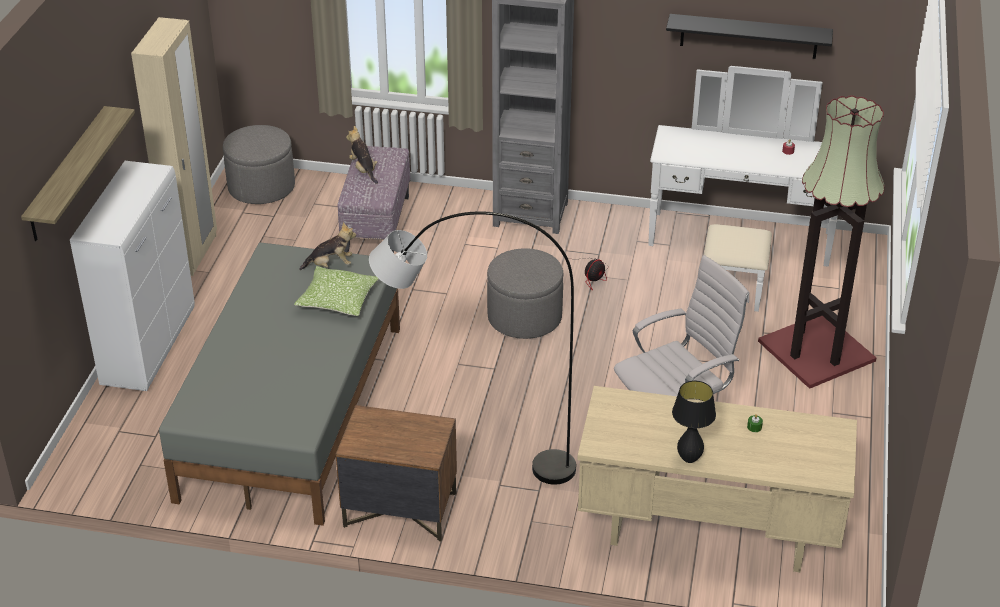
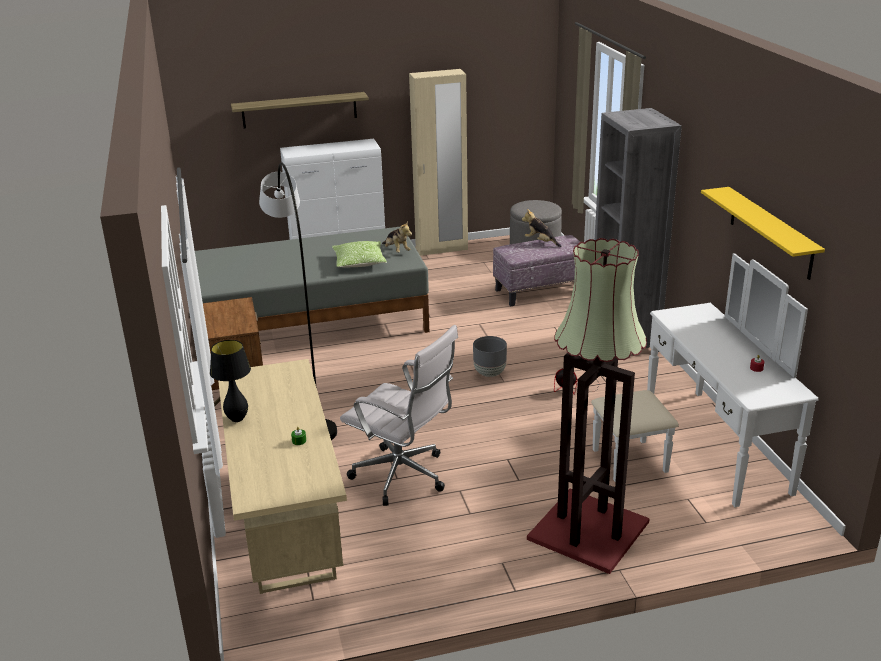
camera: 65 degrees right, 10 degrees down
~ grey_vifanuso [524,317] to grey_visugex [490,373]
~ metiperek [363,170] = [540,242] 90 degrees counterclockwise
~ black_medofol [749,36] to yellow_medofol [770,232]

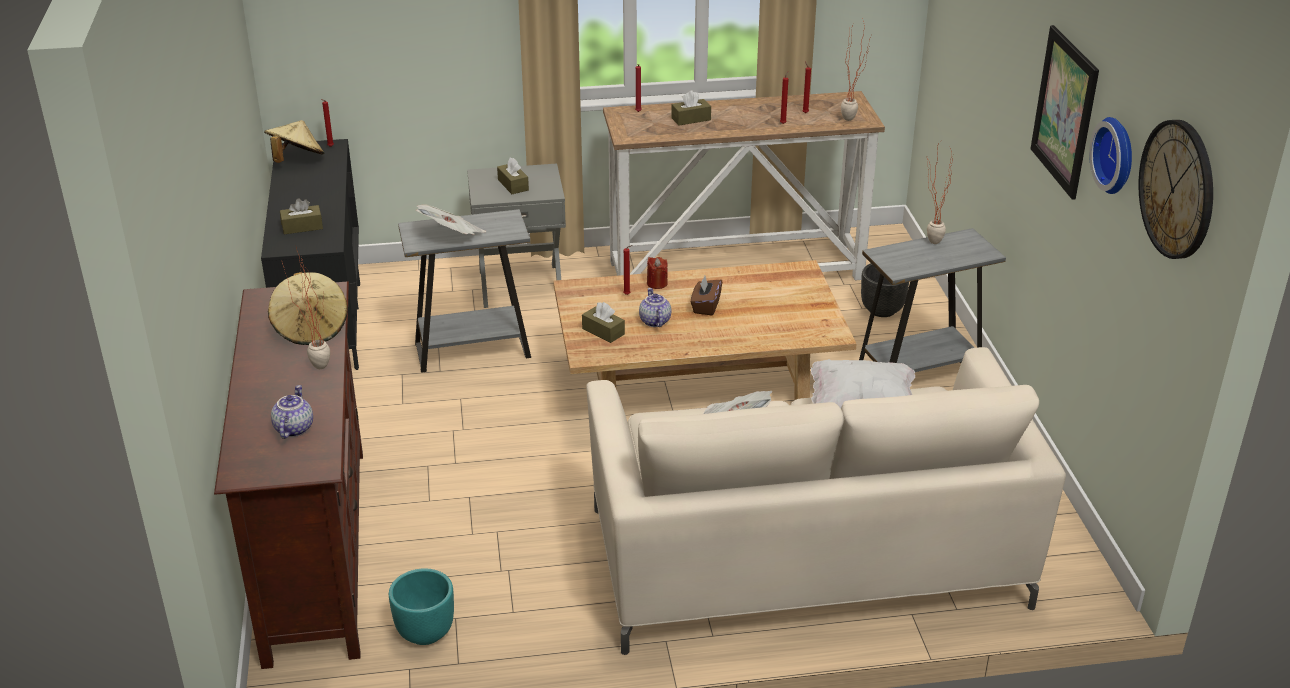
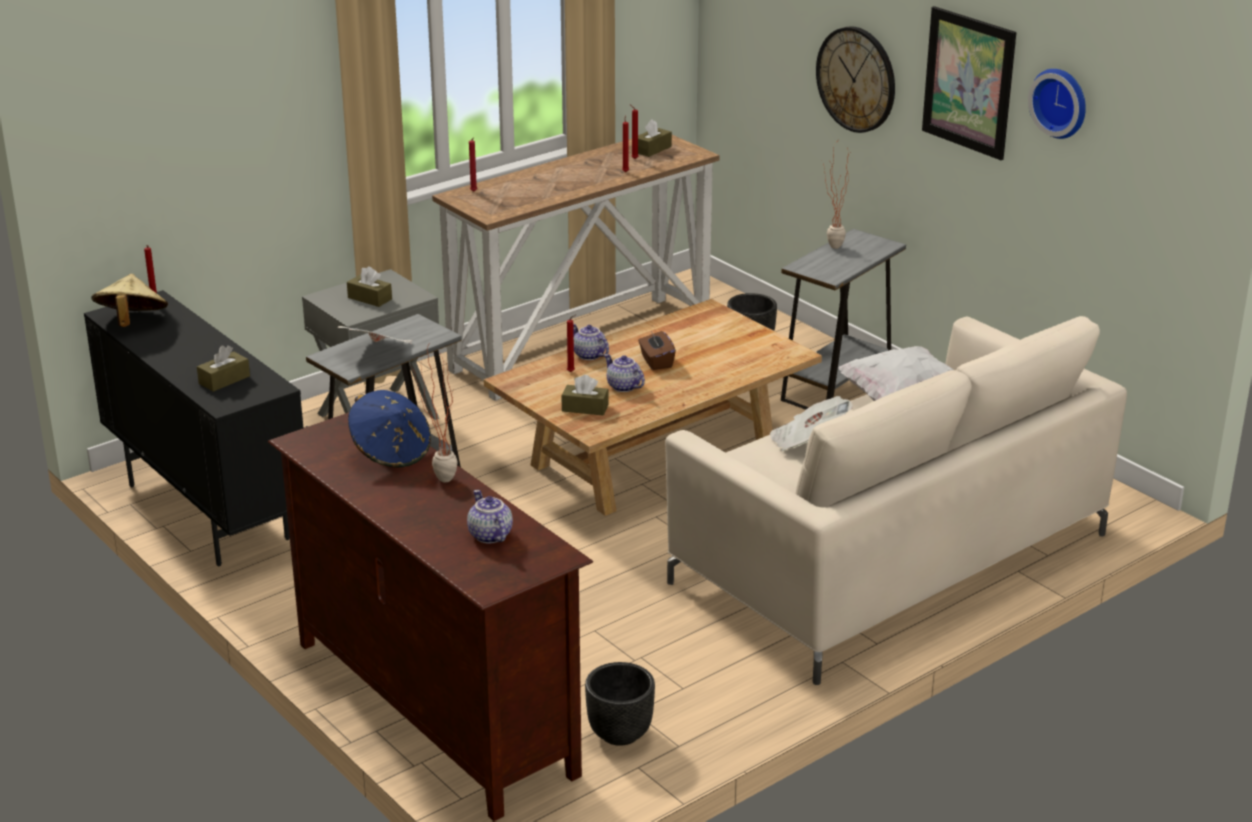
camera: 30 degrees left, 5 degrees down
~ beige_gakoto [311,329] to blue_gakoto [391,452]
~ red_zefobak [657,283] to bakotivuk [588,355]
~ turquoise_visugex [424,632] to black_visugex [619,733]
~ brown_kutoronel [691,119] to [652,149]
~ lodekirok [1177,189] to [856,79]
- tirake [853,119]

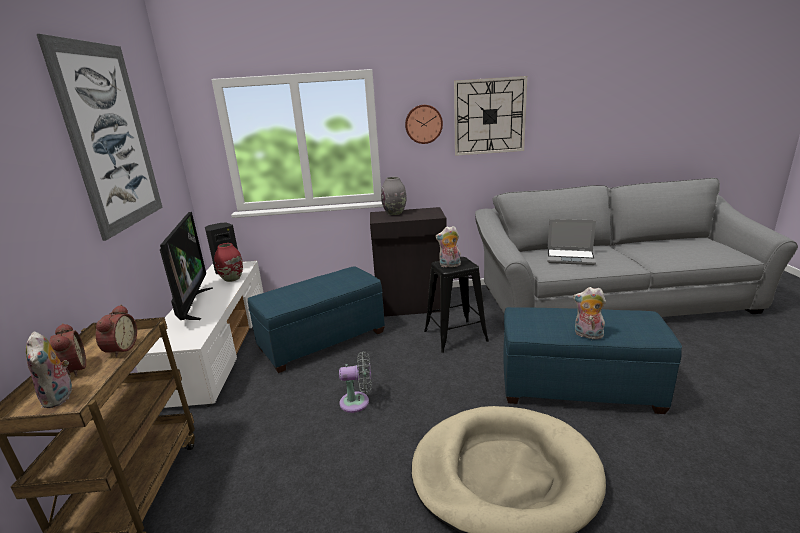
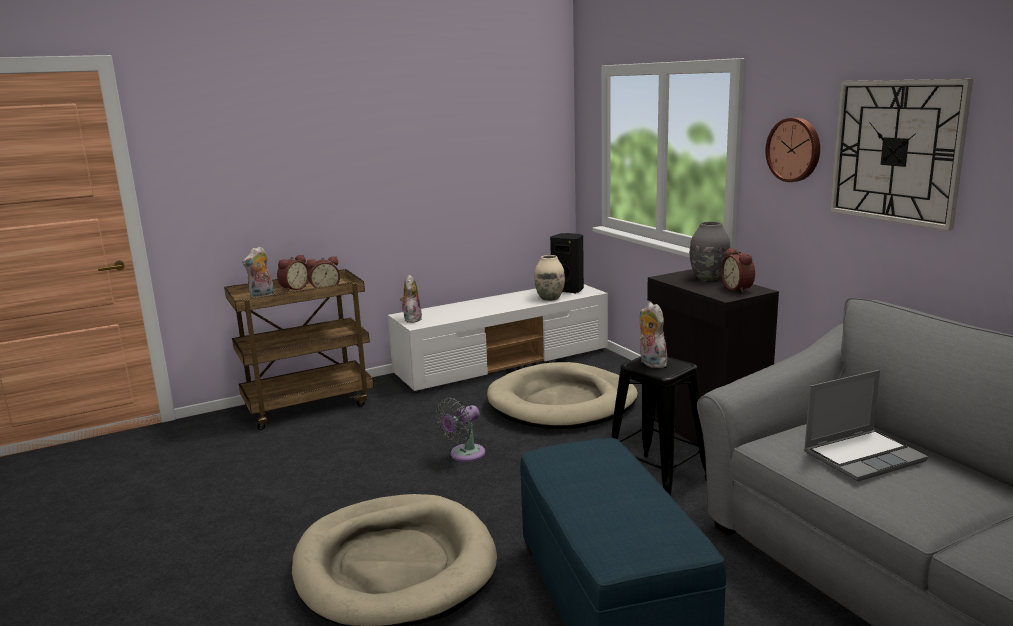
camera: 65 degrees right, 5 degrees down
~ metiperek [587,335] to [411,319]
~ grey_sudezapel [358,402] = [464,455] 75 degrees clockwise
~ blue_vifanuso [322,340] to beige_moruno [562,403]
~ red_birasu [232,279] to beige_birasu [549,298]
+ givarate [738,288]
~ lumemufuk [571,258] = [863,456] 105 degrees counterclockwise
- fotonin [110,138]
- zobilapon [192,305]

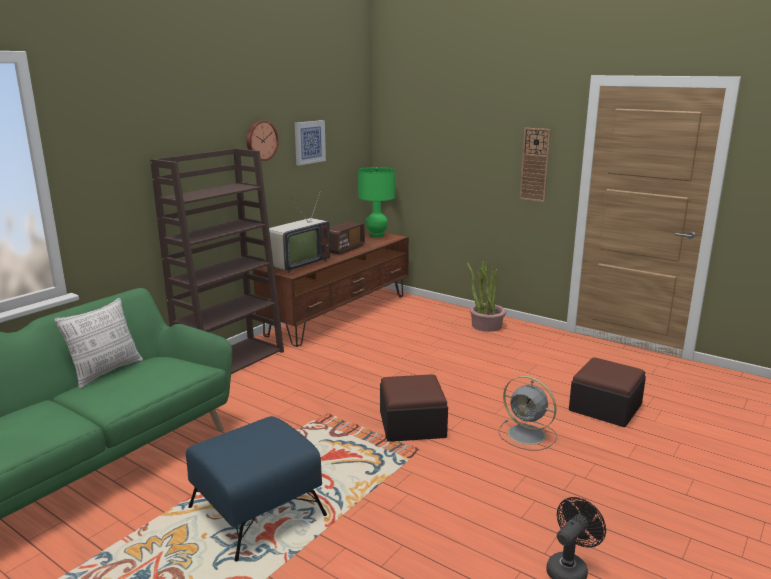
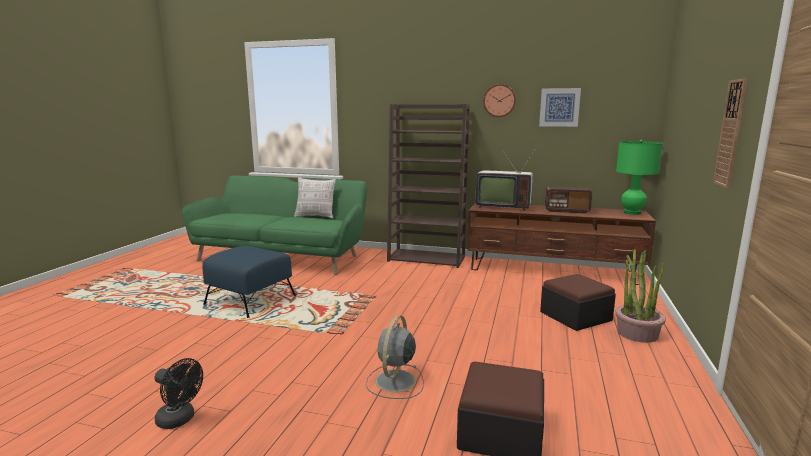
camera: 70 degrees right, 5 degrees down
~ vifanuso [412,424] to [575,316]

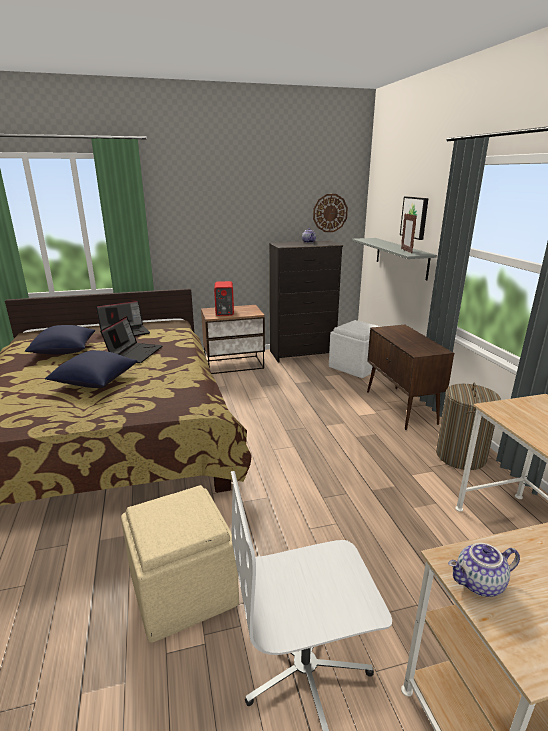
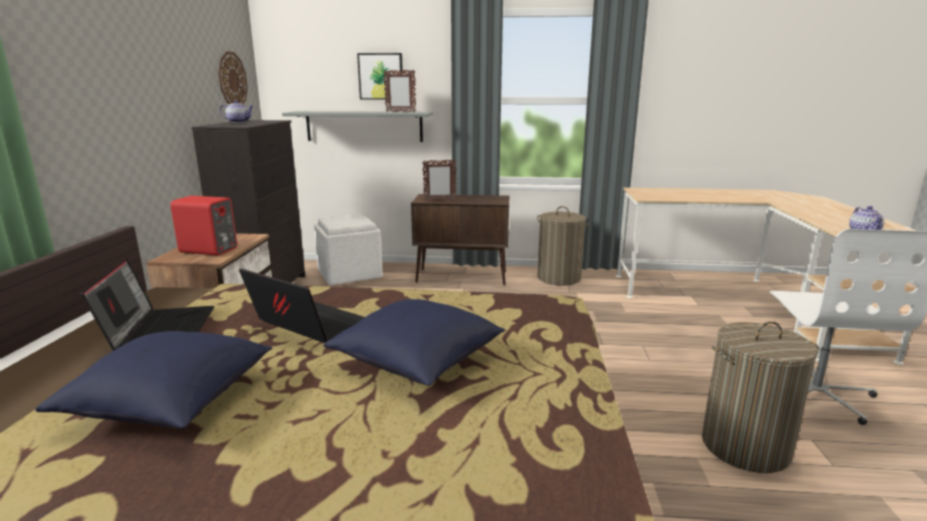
camera: 70 degrees left, 5 degrees down
+ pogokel [439,201]
~ beige_vifanuso [182,588] to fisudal [744,446]

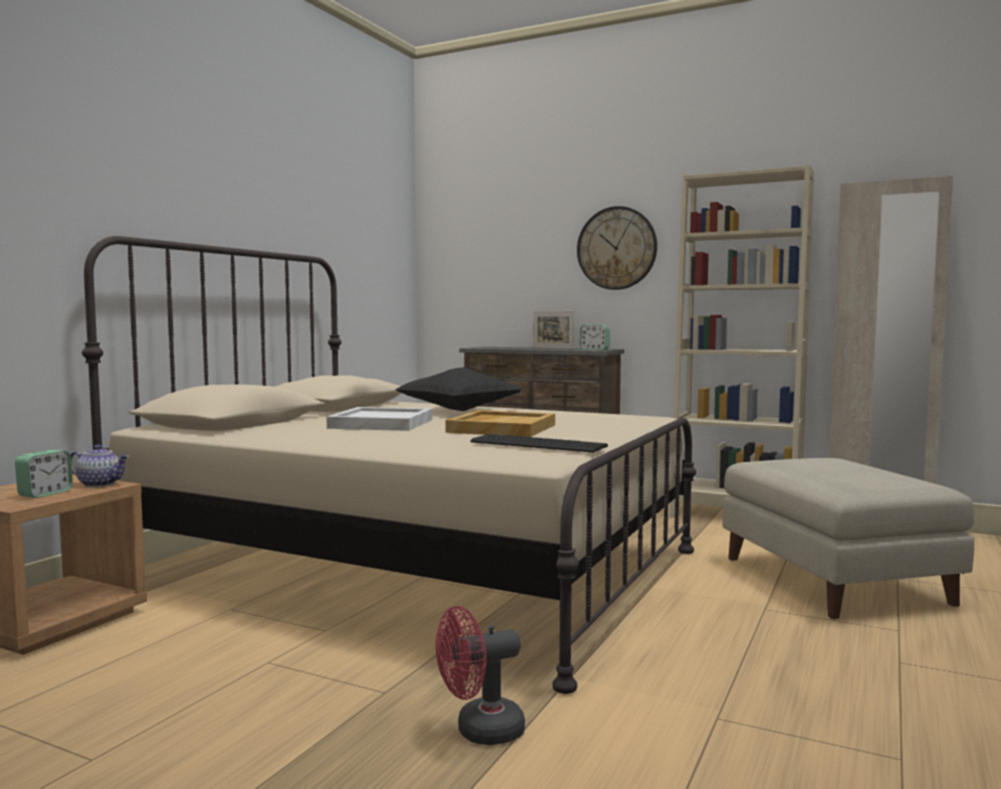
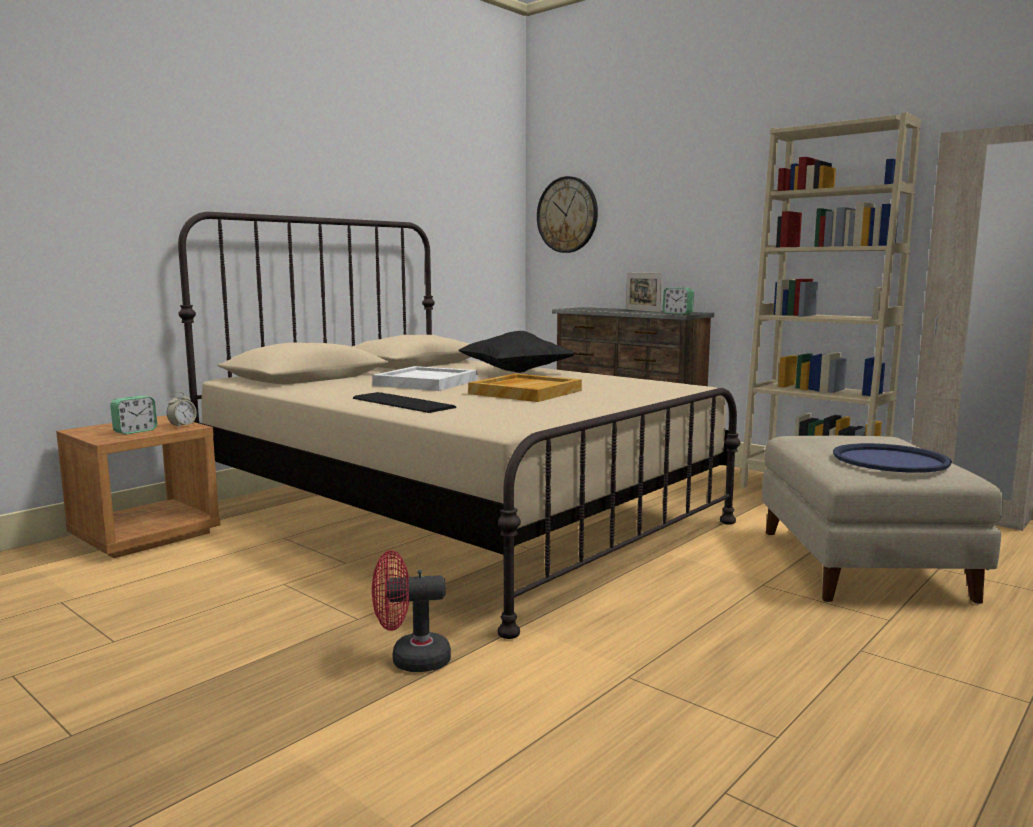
camera: 15 degrees right, 5 degrees up
~ bakotivuk [100,484] to givarate [182,425]
~ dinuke [537,444] to [403,402]
~ lodekirok [616,248] to [567,215]
+ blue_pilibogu [890,460]

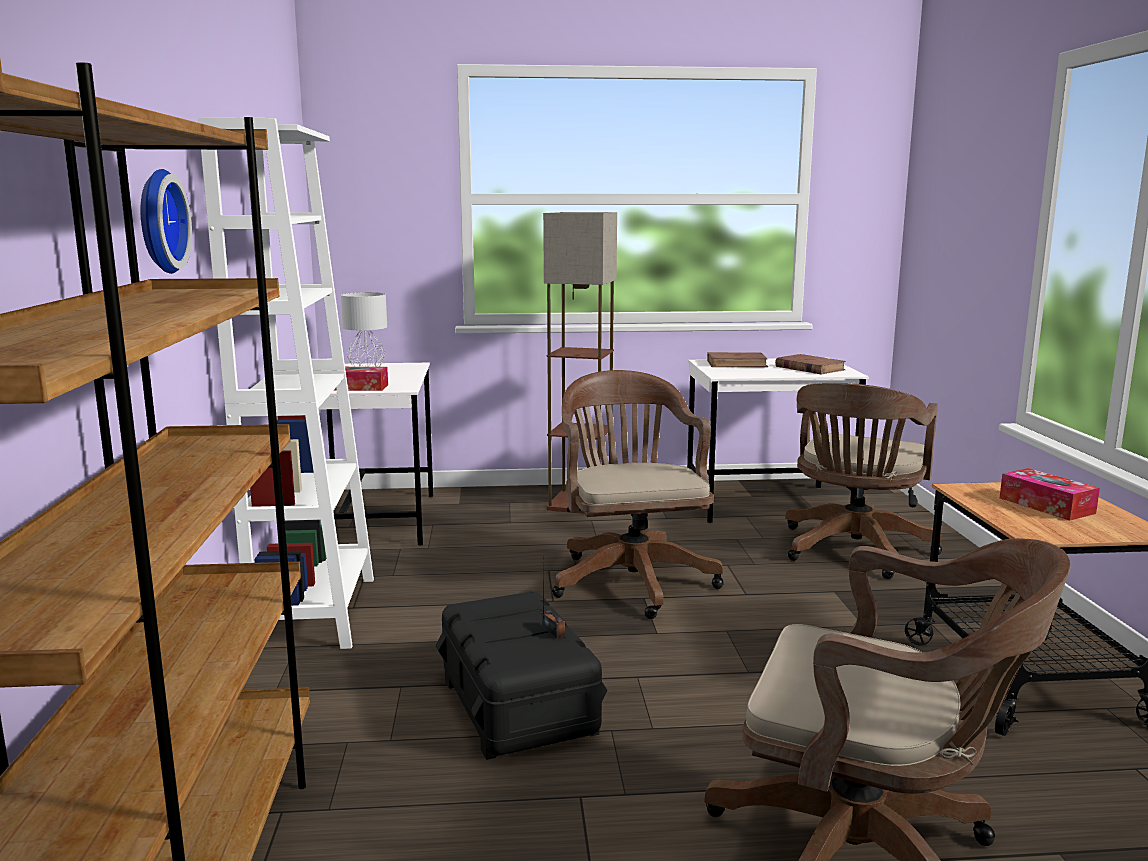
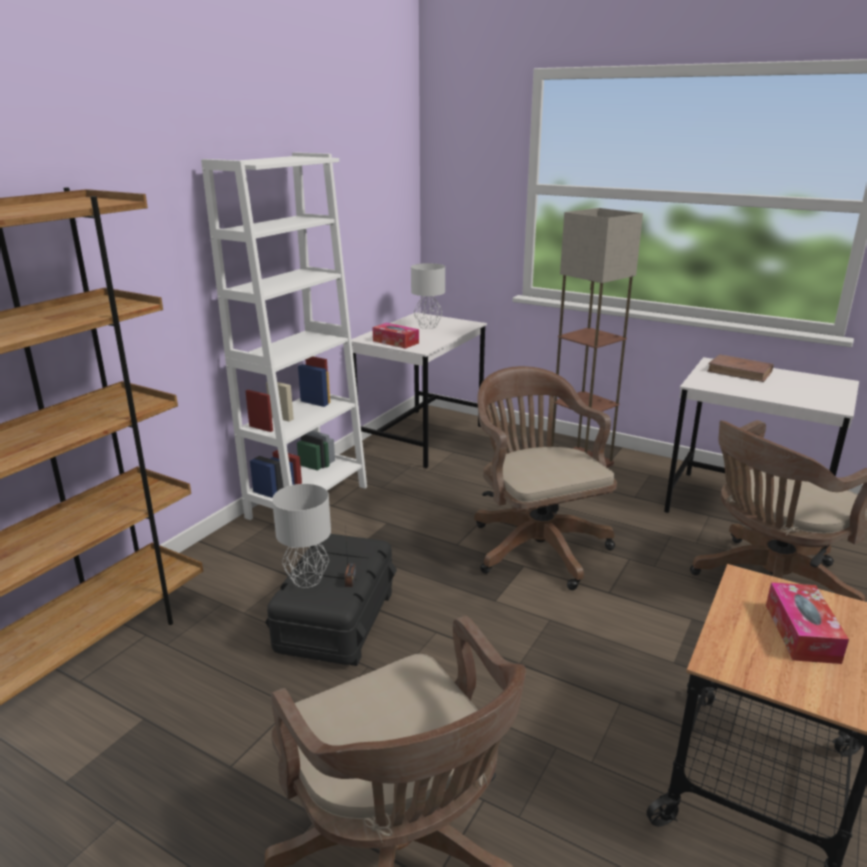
camera: 35 degrees right, 10 degrees up
+ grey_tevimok [307,580]
~ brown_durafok [630,578] = [535,545] 45 degrees counterclockwise
- lodekirok [156,221]
- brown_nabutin [809,368]

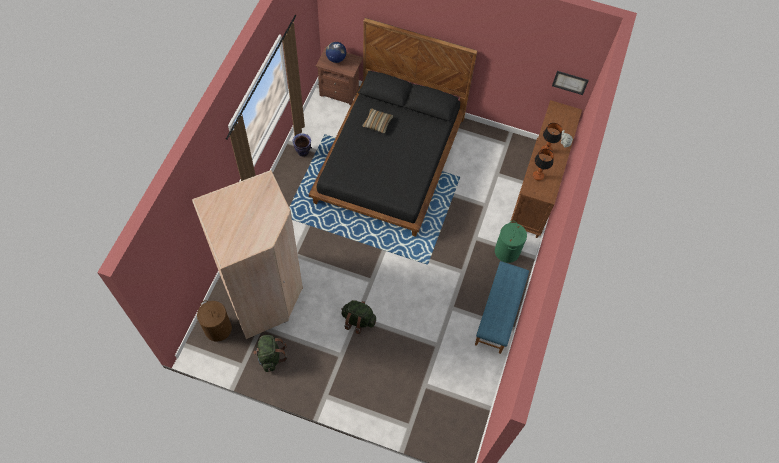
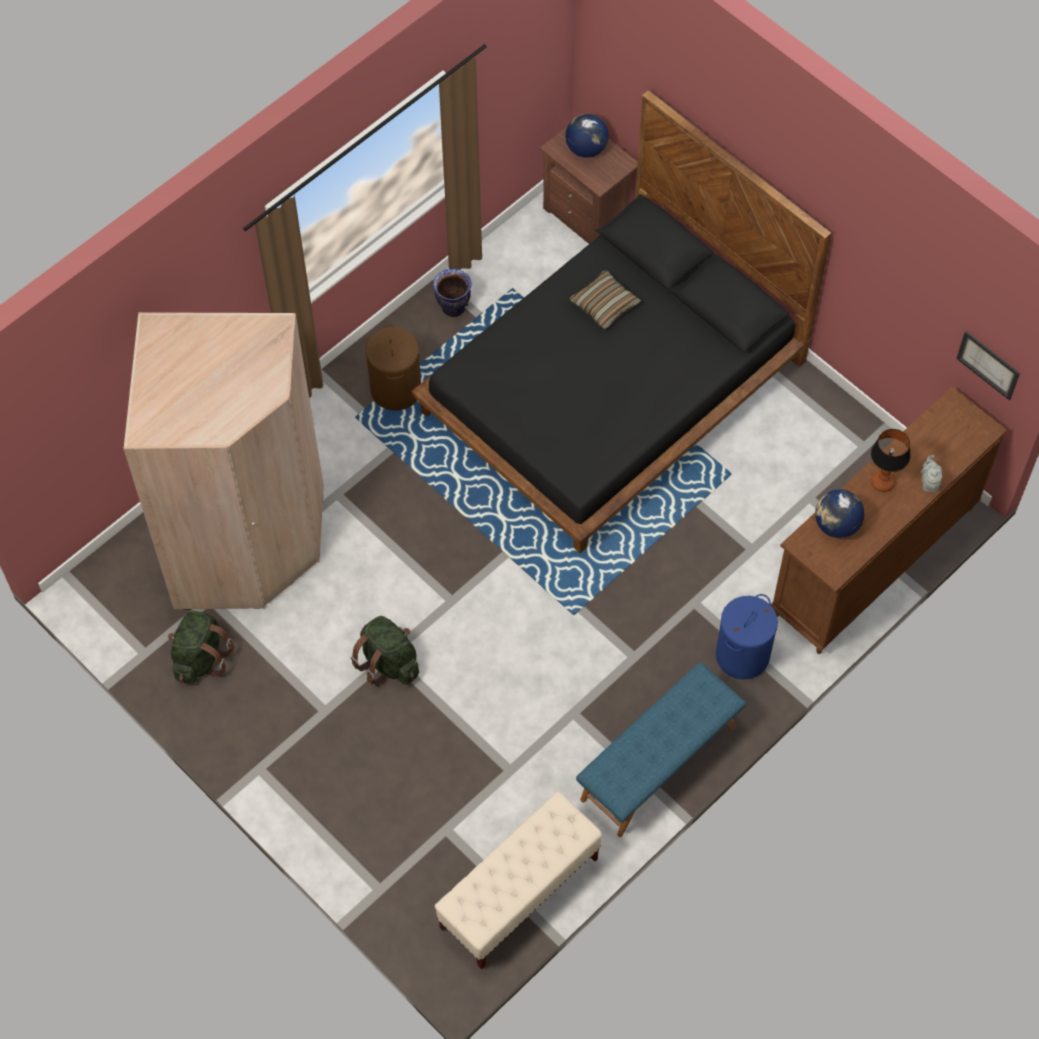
camera: 30 degrees right, 0 degrees up
~ brown_fisudal [218,328] to [395,389]
+ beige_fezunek [519,894]
~ green_fisudal [507,251] to blue_fisudal [742,654]
~ tevimok [538,176] to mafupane [836,525]

